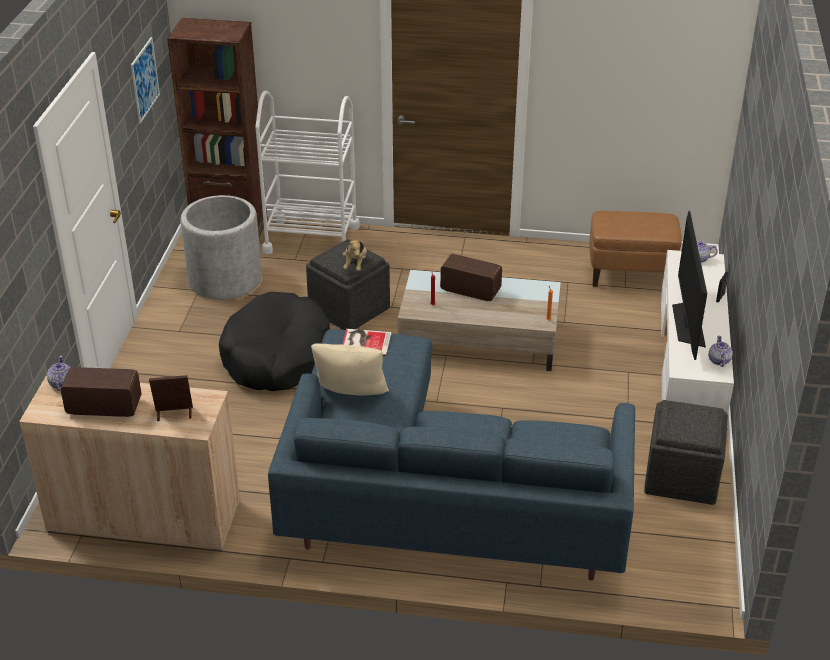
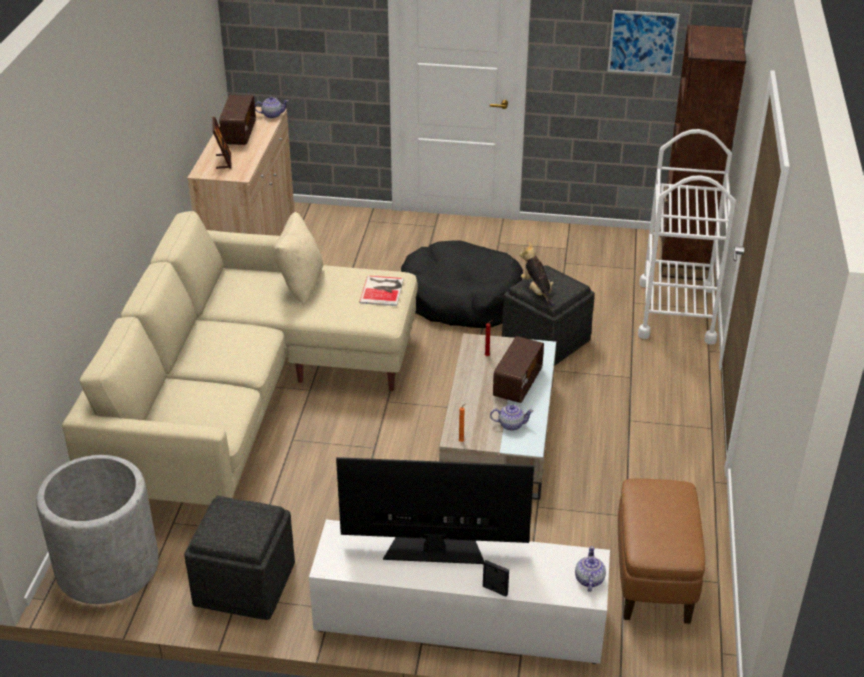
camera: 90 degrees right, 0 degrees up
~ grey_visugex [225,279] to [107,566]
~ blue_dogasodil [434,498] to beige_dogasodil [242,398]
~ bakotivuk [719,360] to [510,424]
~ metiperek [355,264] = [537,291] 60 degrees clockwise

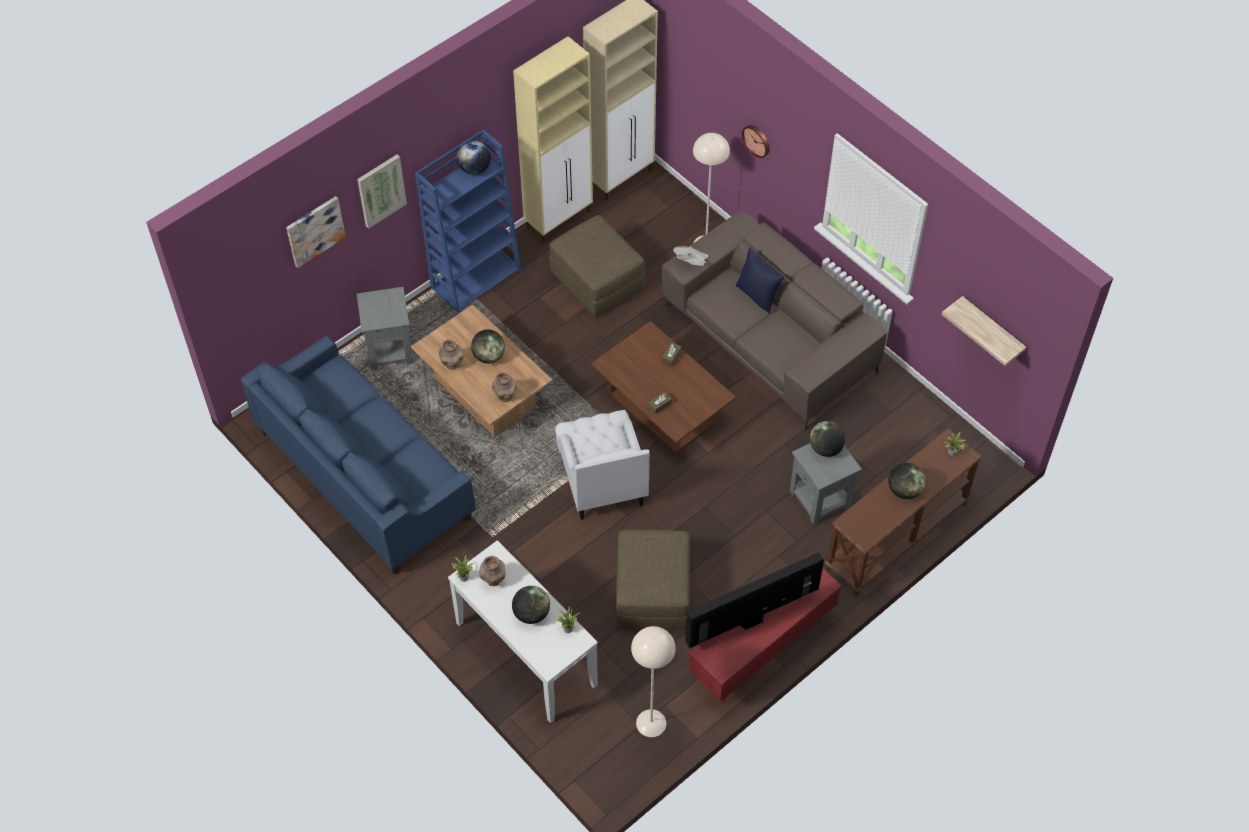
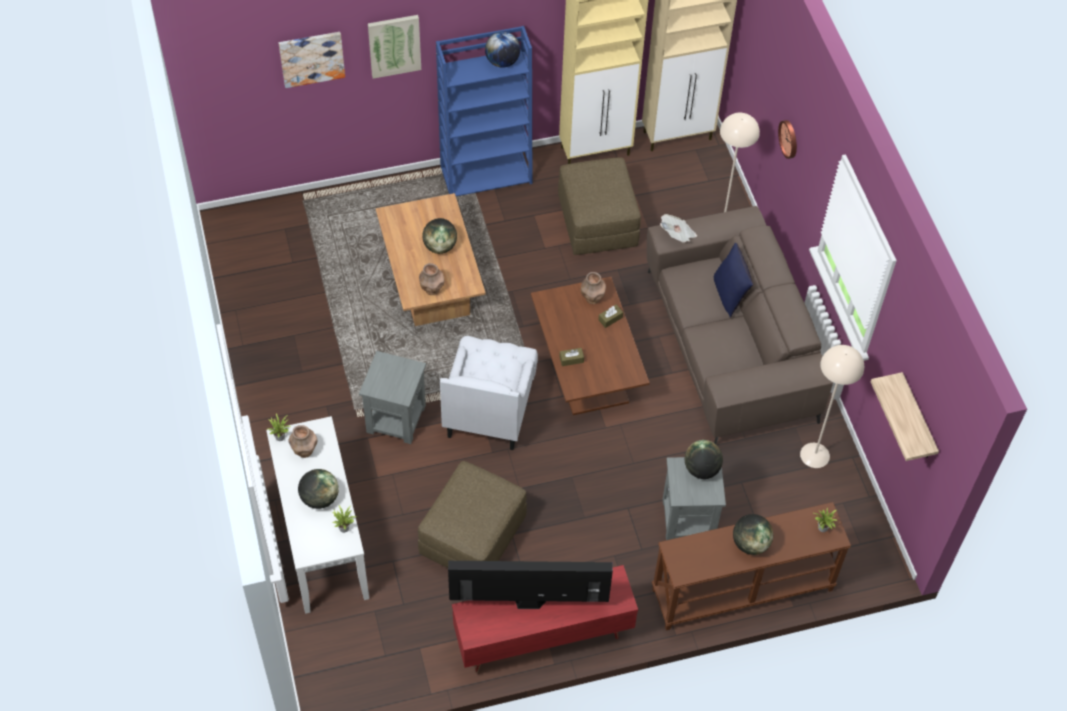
camera: 25 degrees right, 0 degrees up
~ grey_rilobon [389,349] to [396,418]
~ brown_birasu [452,364] to [592,299]
~ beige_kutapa [651,723] to [815,455]
- blue_dogasodil [364,474]

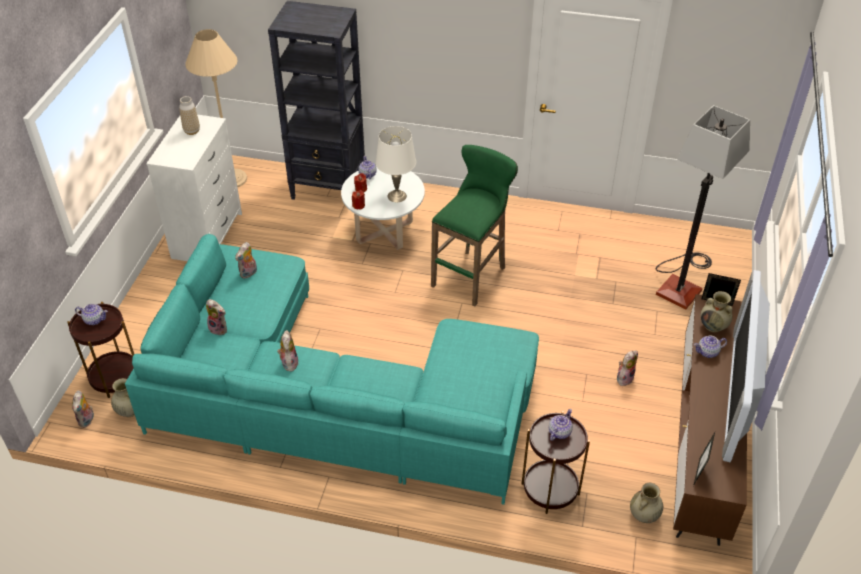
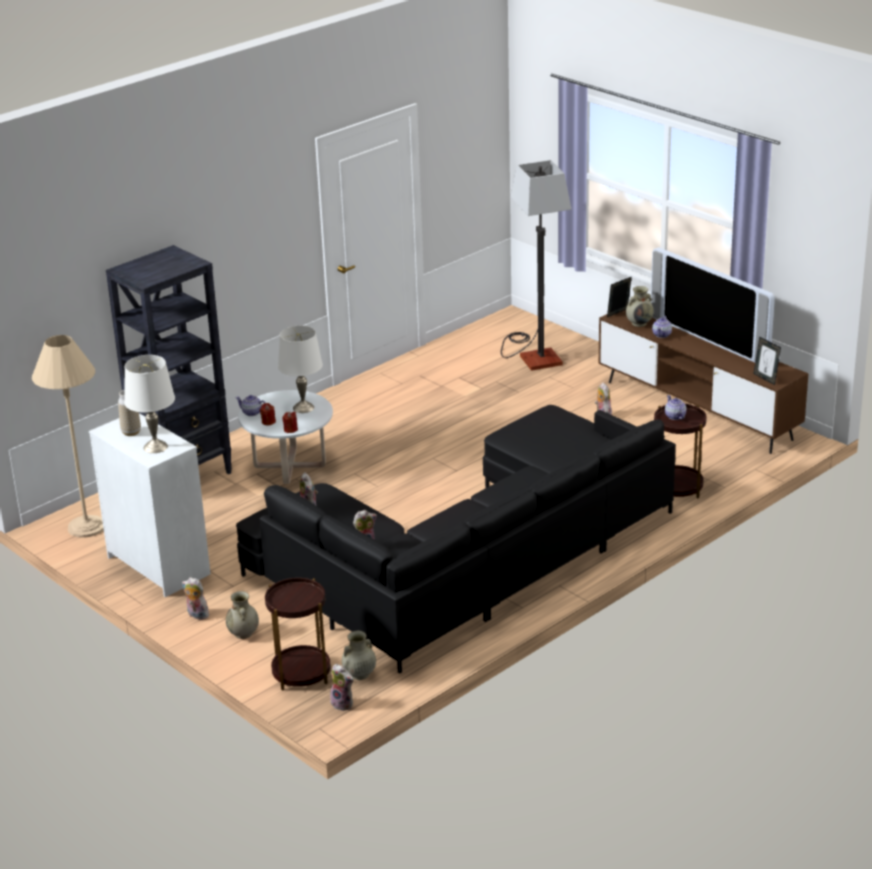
camera: 55 degrees left, 15 degrees down
+ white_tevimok [155,447]
~ metiperek [288,362] to [196,615]
~ beige_birasu [644,515] to [243,634]
~ turquoise_dogasodil [331,397] to black_dogasodil [469,558]
- bakotivuk [94,319]
- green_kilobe [471,275]

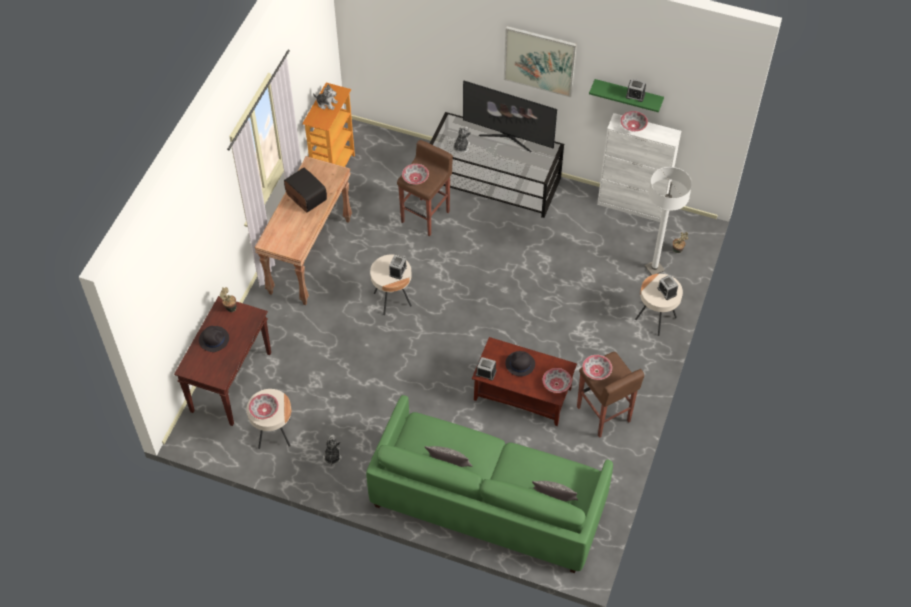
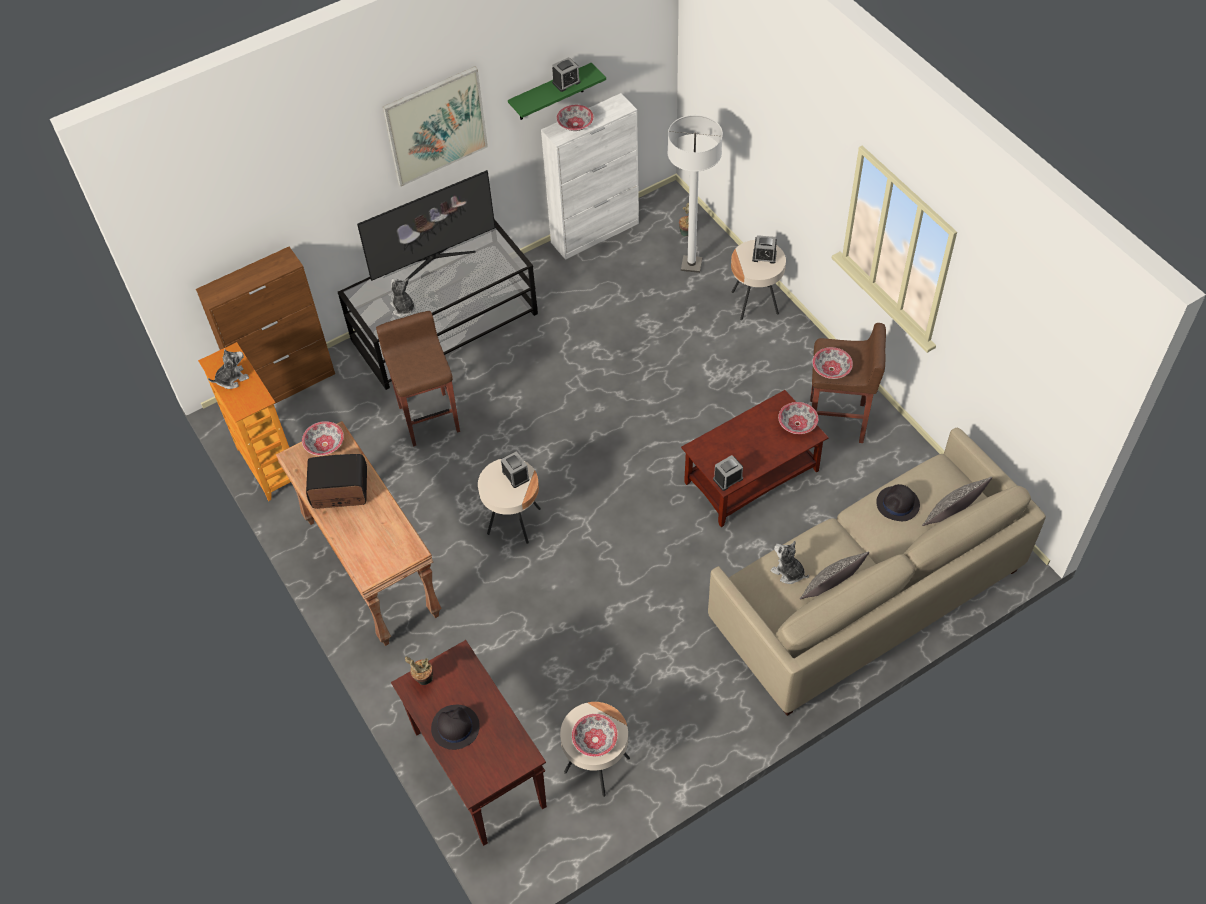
camera: 50 degrees left, 0 degrees up
+ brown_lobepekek [287,384]
~ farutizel [415,178] to [325,444]
~ green_dogasodil [488,502] to beige_dogasodil [866,597]
~ metiperek [332,456] to [788,572]
~ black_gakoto [520,364] to [898,504]

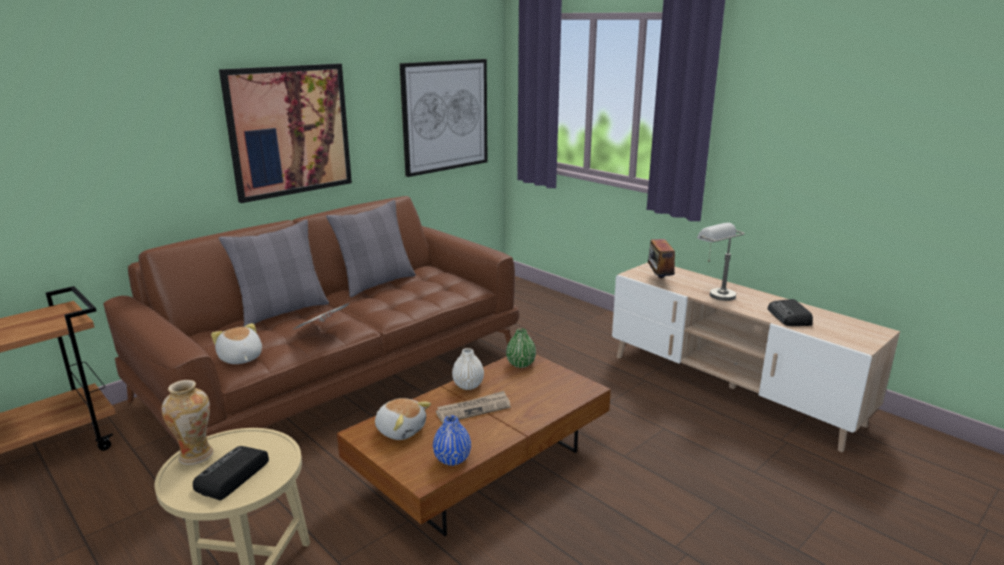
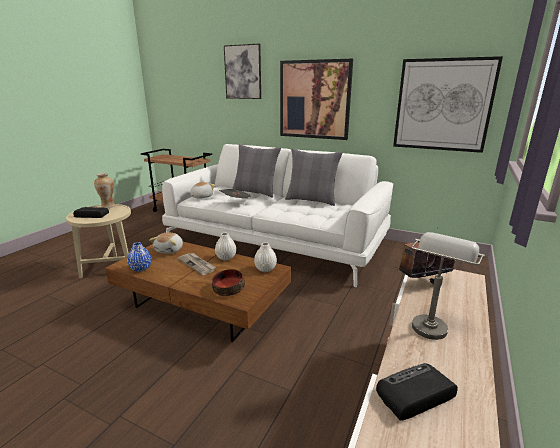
camera: 70 degrees right, 0 degrees up
~ brown_dogasodil [338,374] to white_dogasodil [277,241]
+ farutizel [228,289]
+ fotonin [243,72]
~ green_birasu [520,364] to white_birasu [265,269]

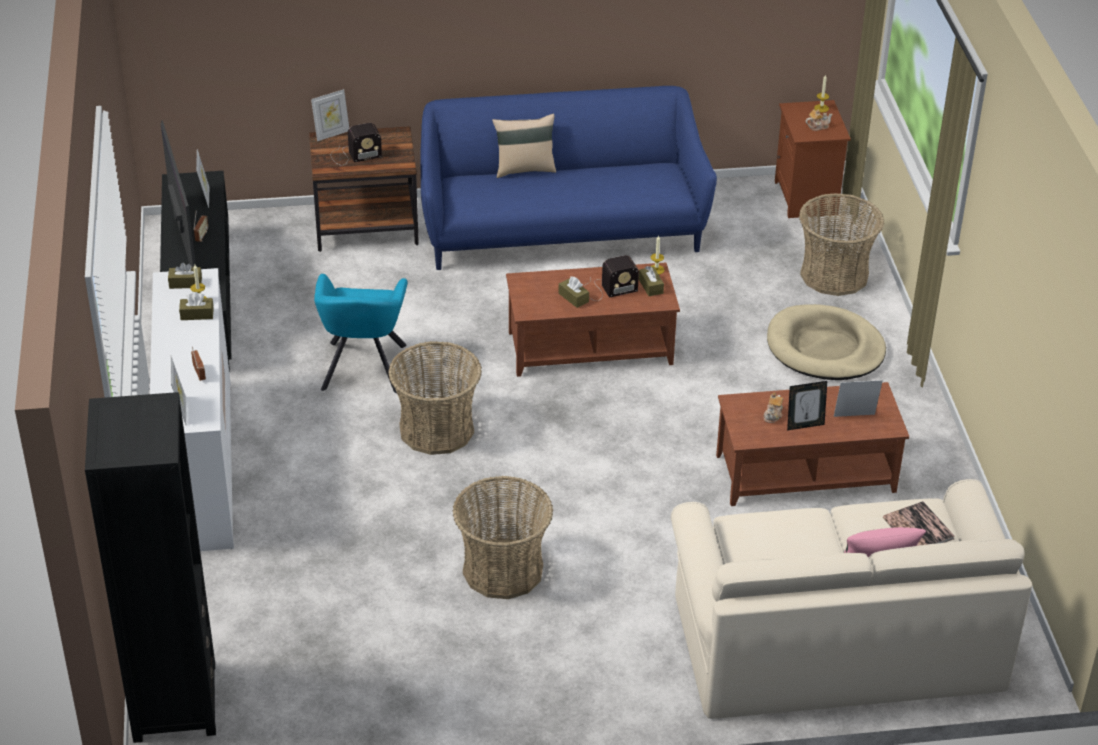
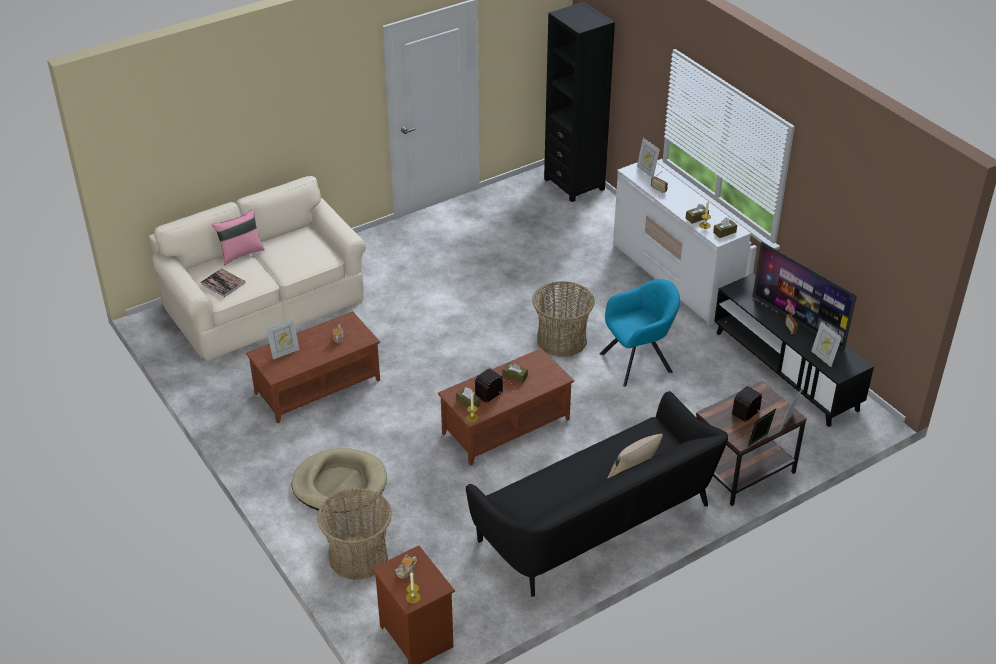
camera: 155 degrees right, 0 degrees up
~ blue_dogasodil [561,228] to black_dogasodil [598,523]
~ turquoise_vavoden [363,370] = [638,361] 90 degrees clockwise
~ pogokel [804,425] to [759,441]
- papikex [502,570]

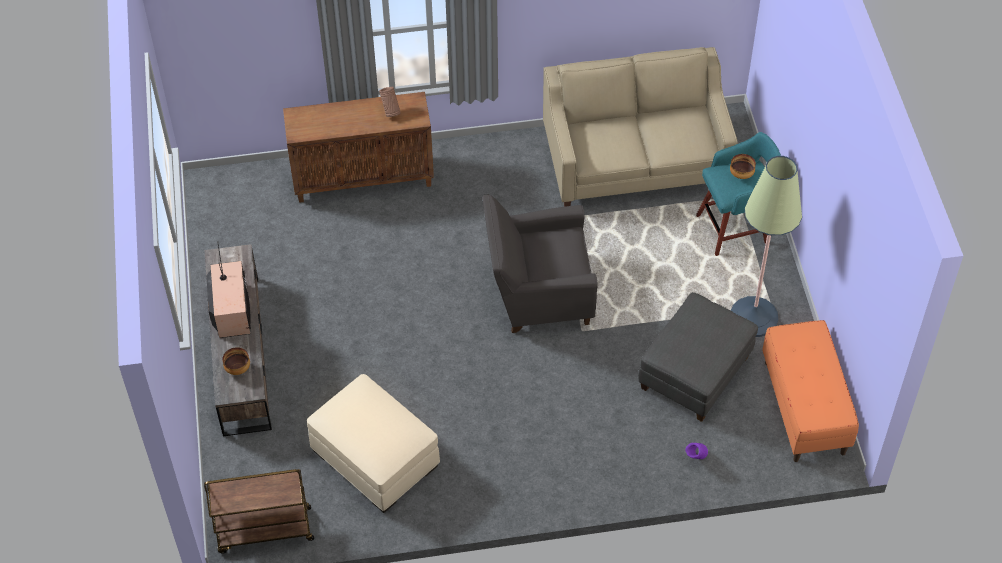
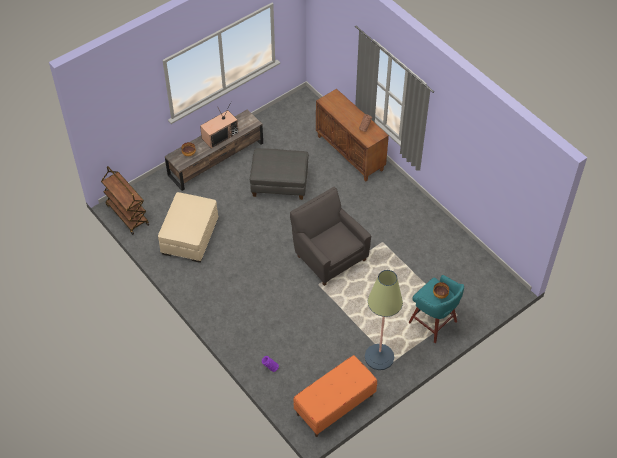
camera: 60 degrees right, 0 degrees up
~ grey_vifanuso [695,372] to [280,184]
- beige_dogasodil [635,160]

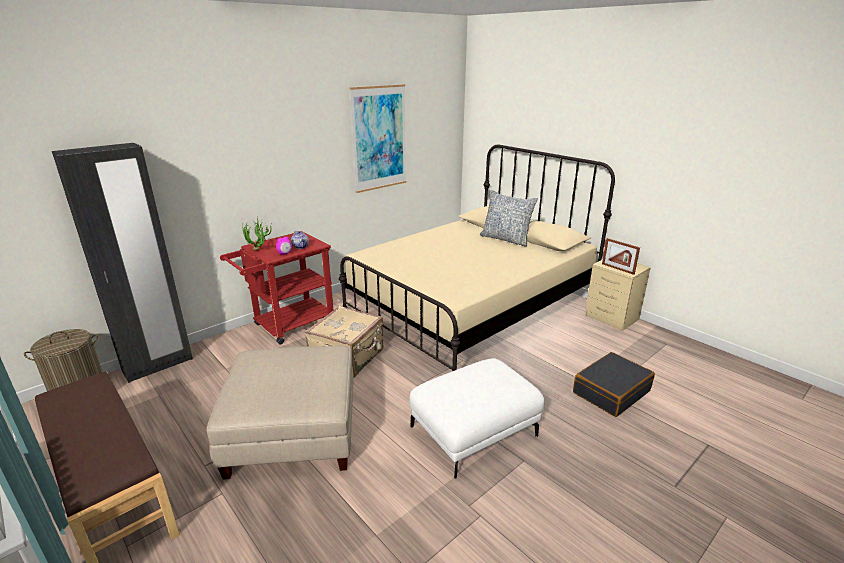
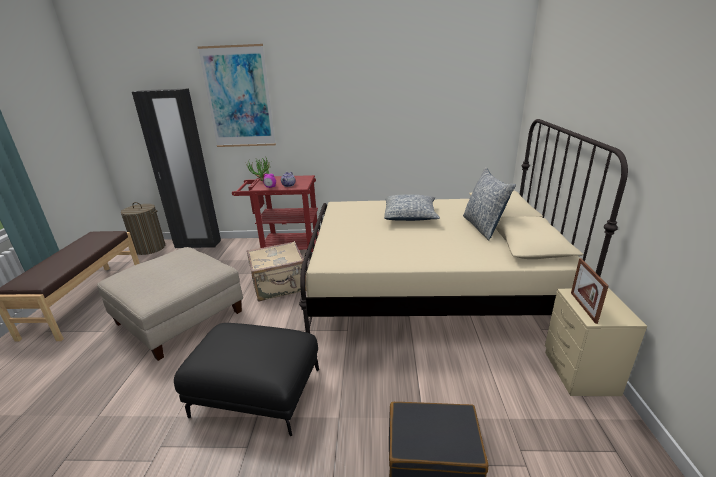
camera: 45 degrees right, 0 degrees up
~ white_vifanuso [474,433] to black_vifanuso [256,394]
~ fotonin [379,138] to [239,98]
+ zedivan [410,216]

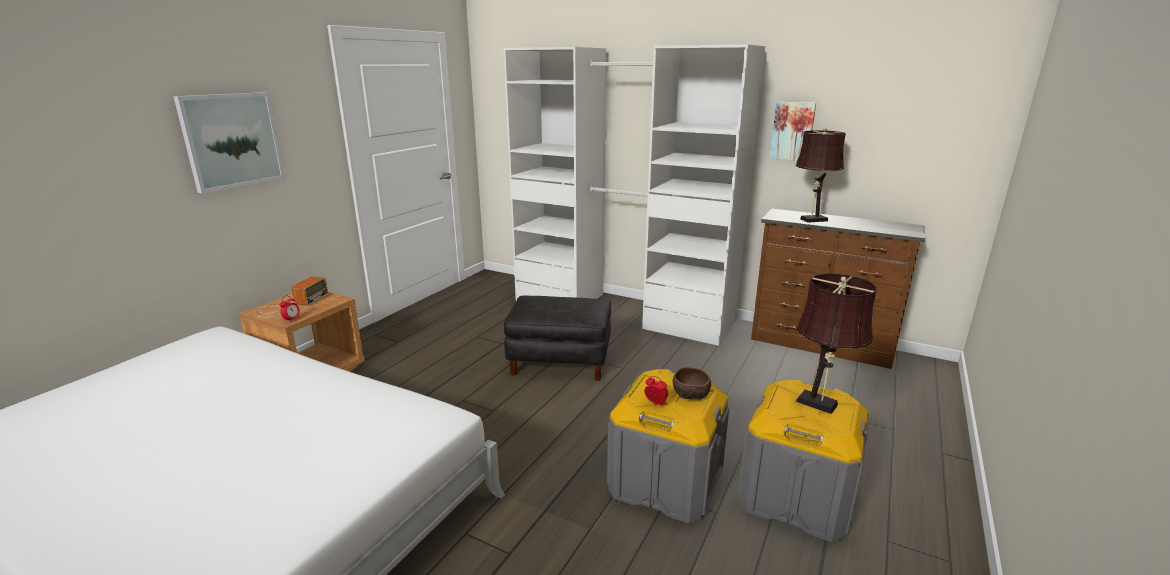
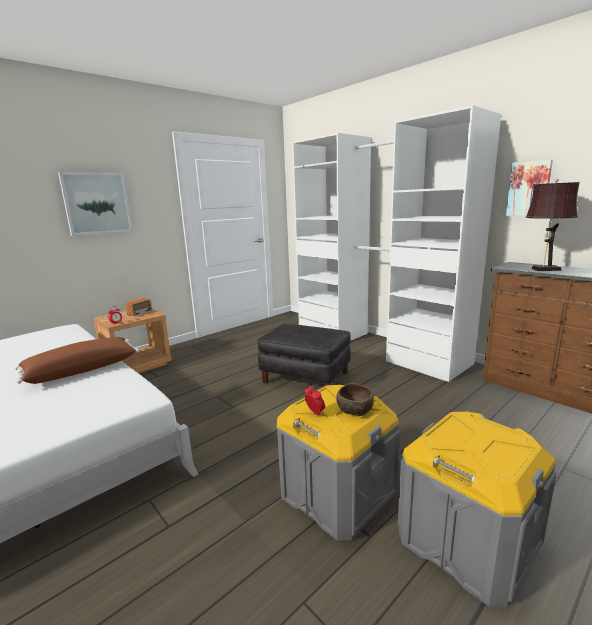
camera: 20 degrees right, 5 degrees down
+ brown_zedivan [82,370]
- brown_tevimok [820,404]

